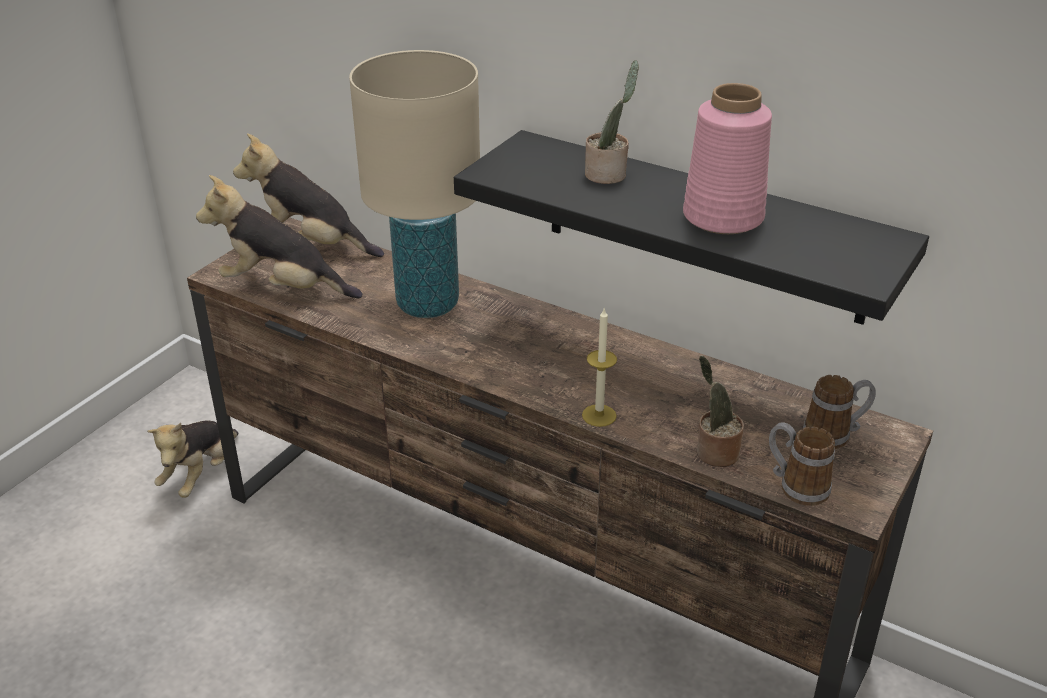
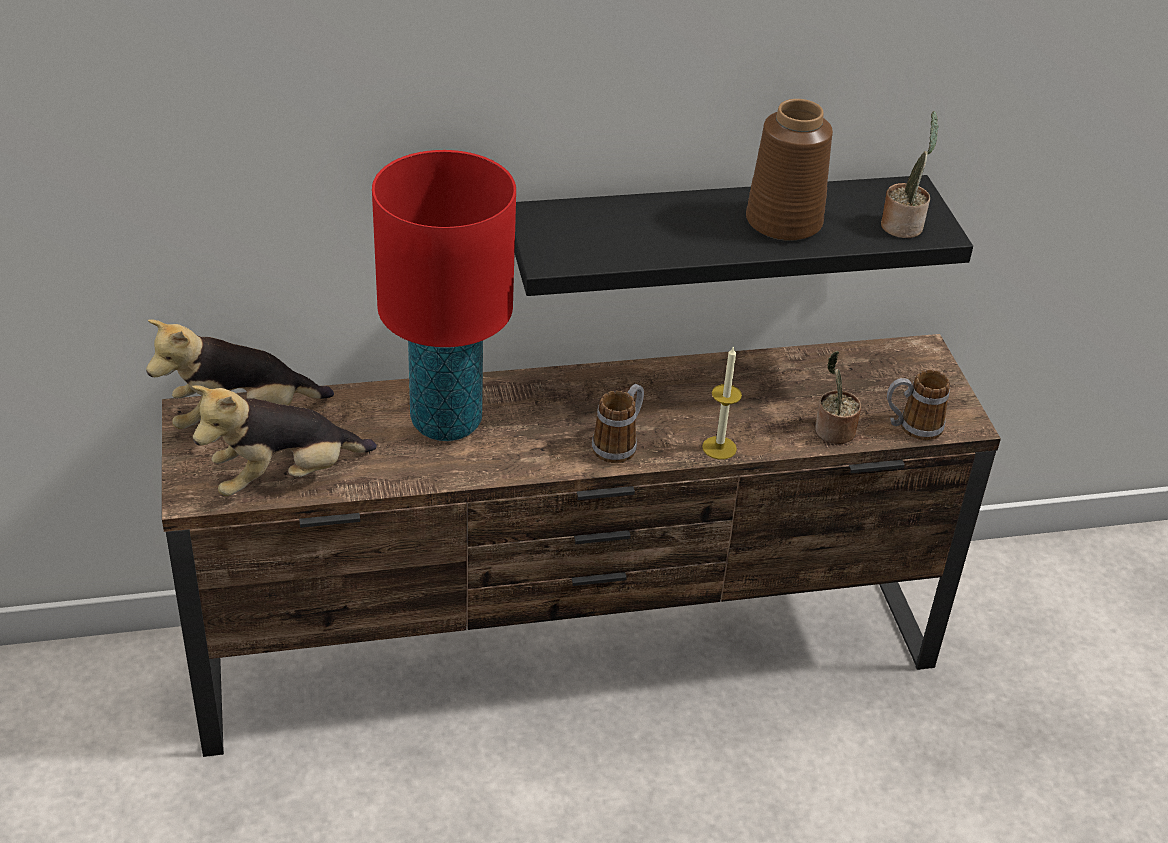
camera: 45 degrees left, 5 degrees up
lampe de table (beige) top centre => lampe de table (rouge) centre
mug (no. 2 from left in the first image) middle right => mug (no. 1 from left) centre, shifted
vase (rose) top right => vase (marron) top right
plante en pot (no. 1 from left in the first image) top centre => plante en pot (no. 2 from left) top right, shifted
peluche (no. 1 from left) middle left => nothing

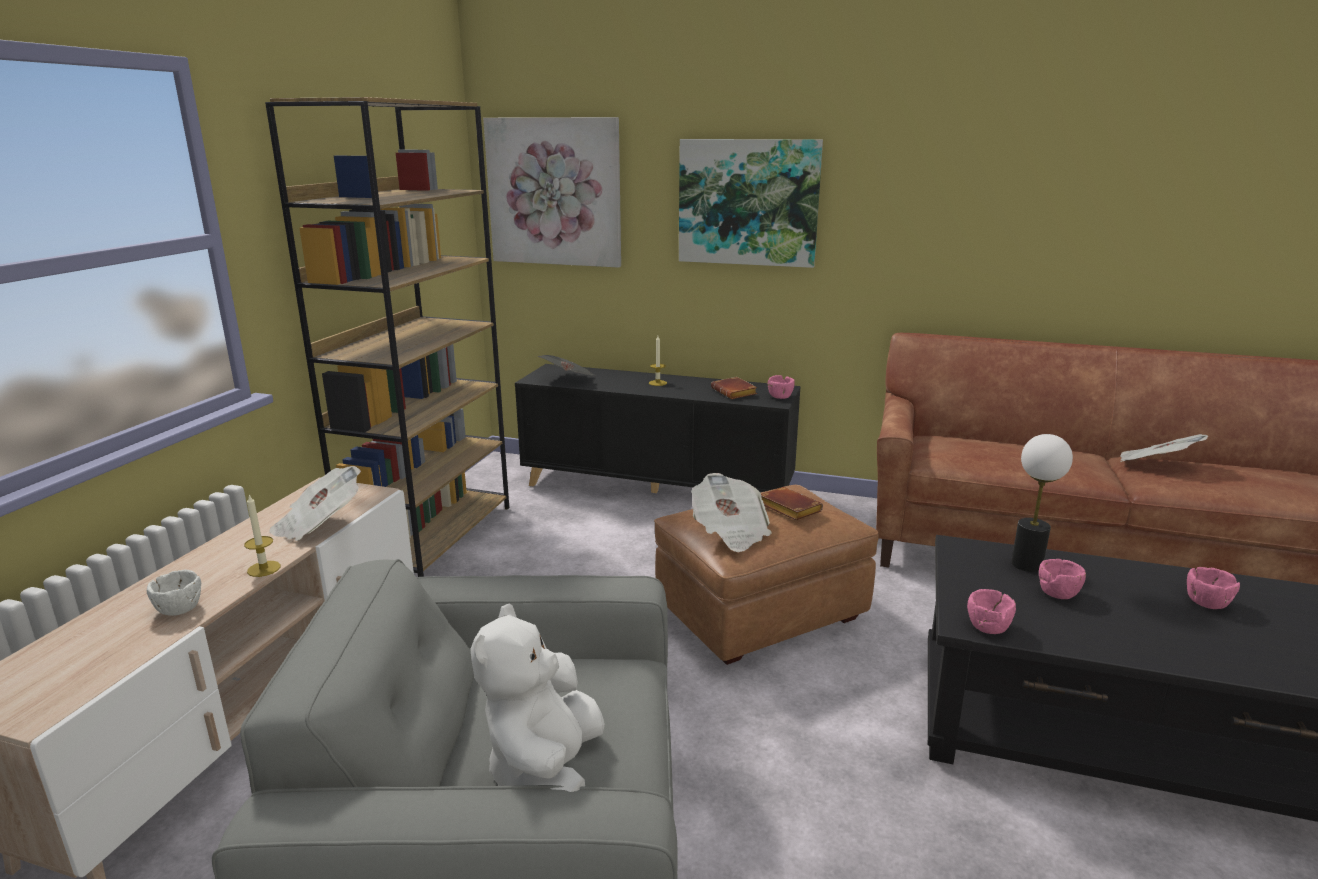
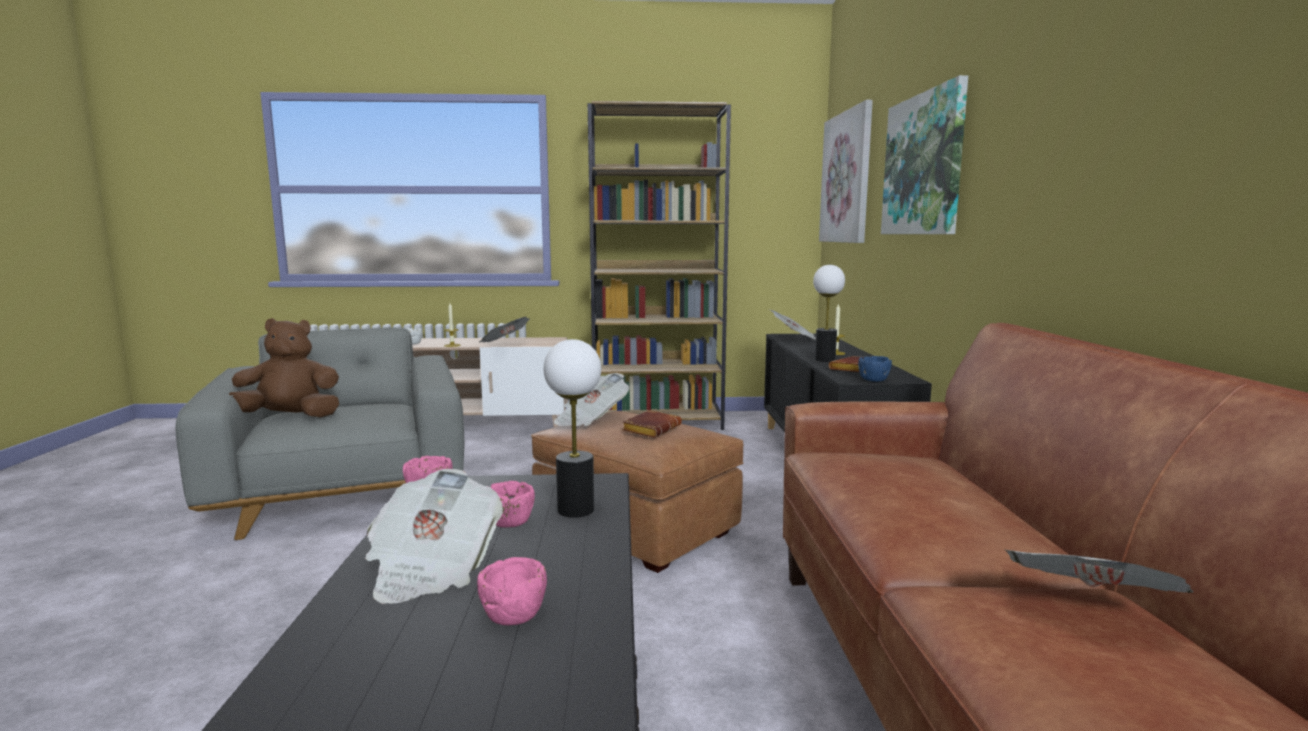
camera: 70 degrees right, 10 degrees down
peluche (blanc) bottom centre => peluche (marron) middle left
nothing => journal (no. 1 from left) bottom left
nothing => lampe de table (no. 2 from left) centre
bol (rose) (no. 1 from left) centre => bol (bleu) middle right

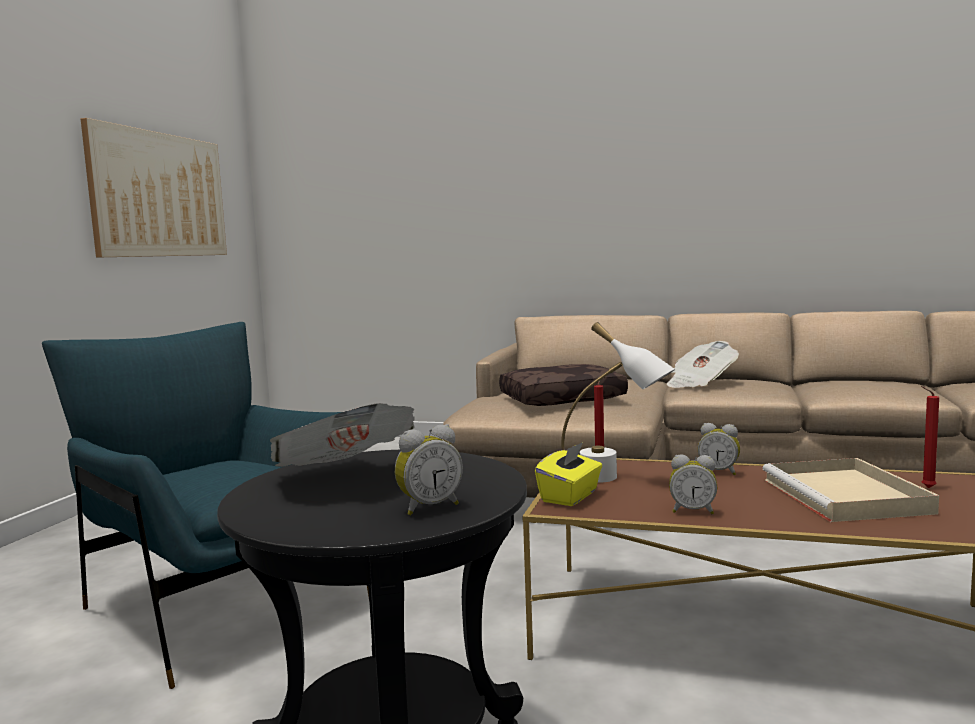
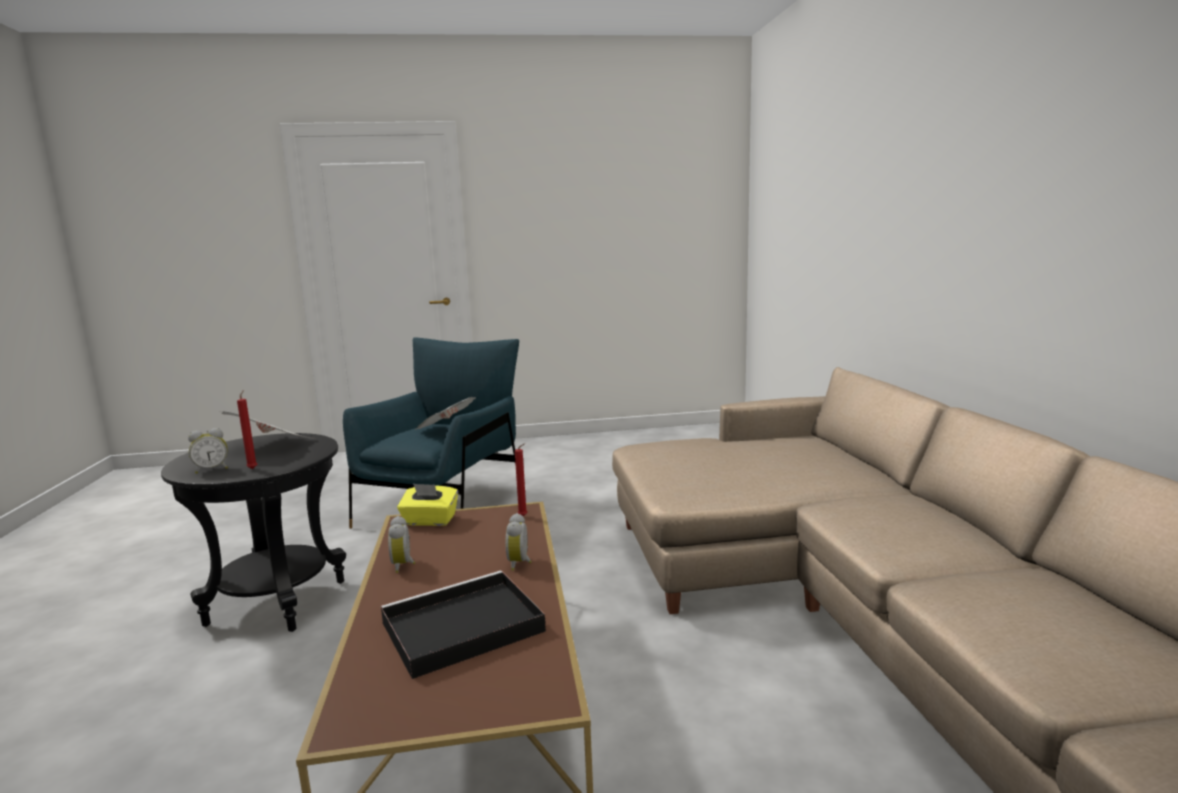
camera: 65 degrees right, 5 degrees up
réveil (no. 1 from left) centre => réveil (no. 1 from left) middle left, 60 degrees counterclockwise
bougie (rouge) (no. 2 from left in the first image) middle right => bougie (rouge) (no. 1 from left) middle left, shifted
plateau (beige) bottom right => plateau (noir) bottom centre
journal (no. 2 from left) middle right => journal (no. 2 from left) centre, shifted
tableau top left => nothing
coussin (marron) centre => nothing
lampe de table (blanc) centre => nothing

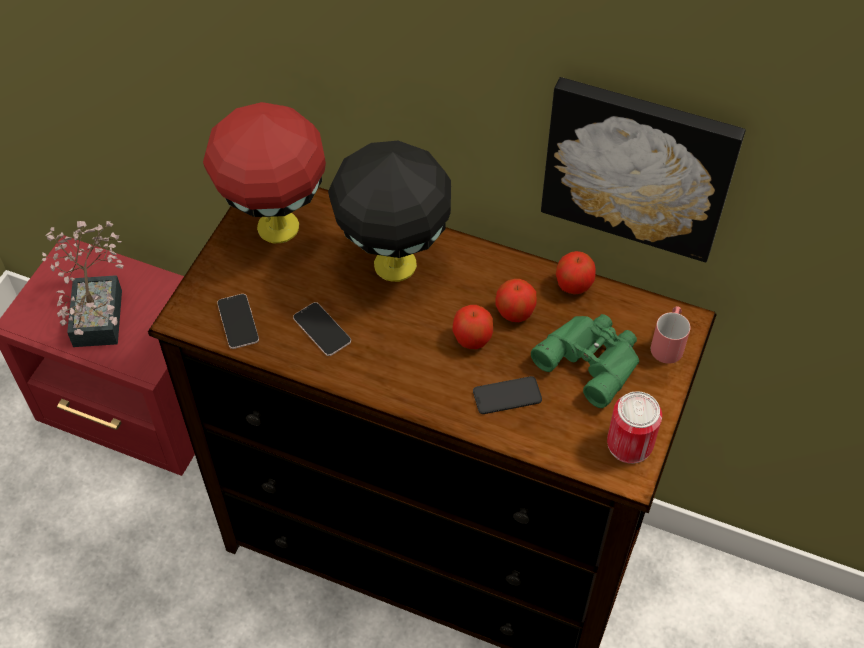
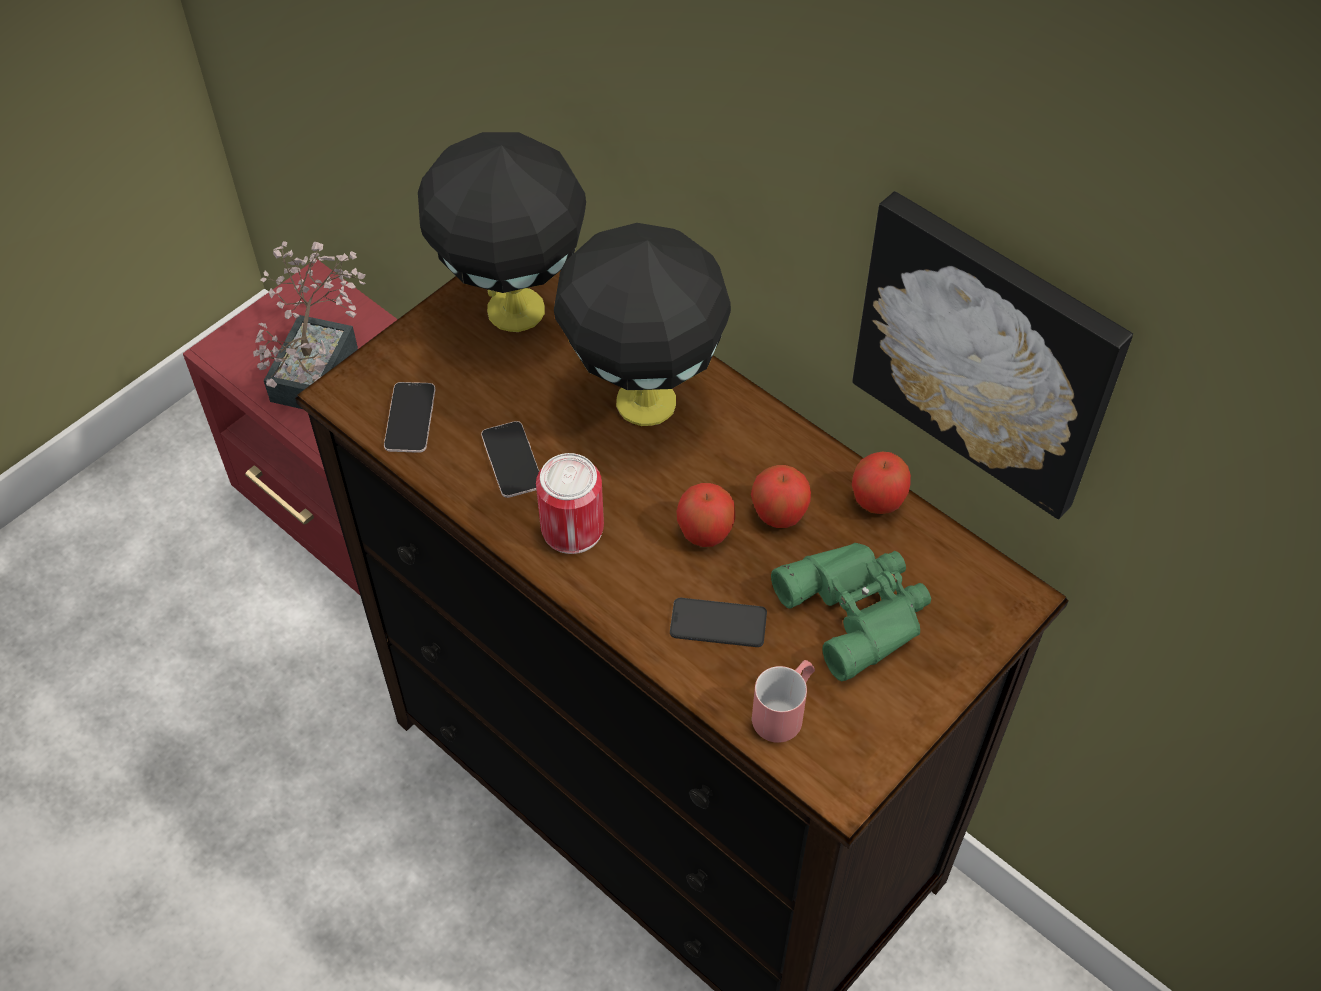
camera: 20 degrees right, 0 degrees up
lampe de table (rouge) top left => lampe de table (noir) (no. 1 from left) top centre
boîte métallique middle right => boîte métallique centre, shifted
mug (rouge) middle right => mug (rouge) bottom centre, shifted

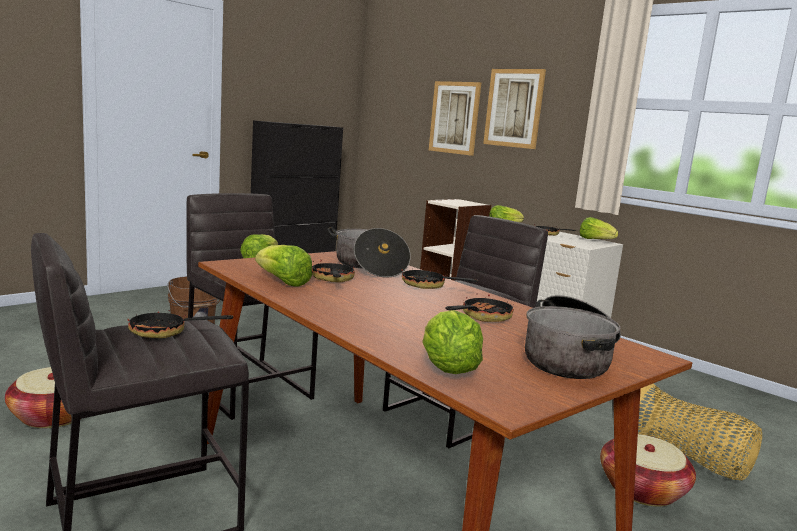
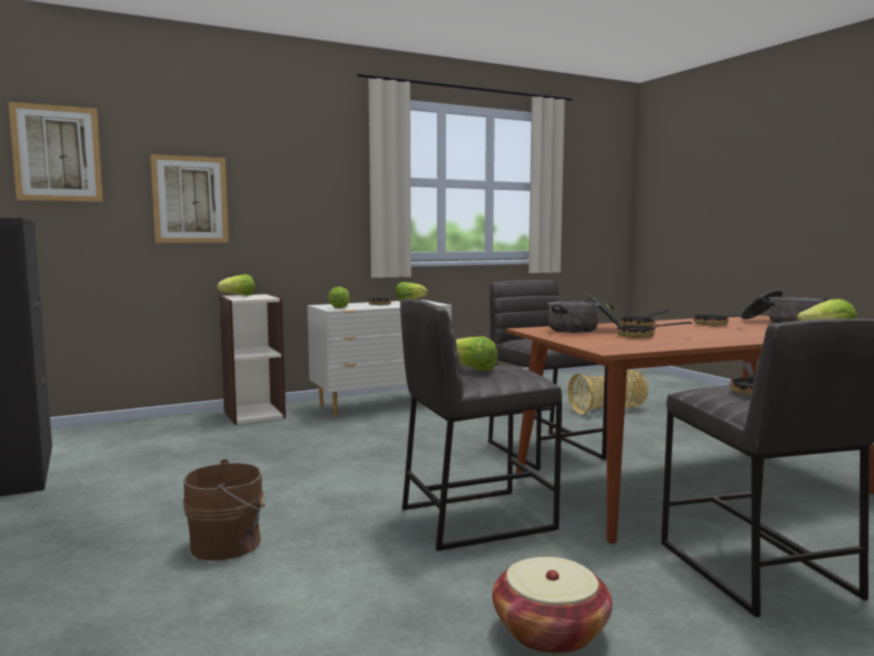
camera: 70 degrees left, 5 degrees down
tableau (no. 2 from left in the first image) top centre => tableau (no. 1 from left) top left, shifted
laitue (no. 2 from left in the first image) centre => laitue (no. 1 from left) middle left, shifted
panier (no. 2 from left) bottom right => nothing

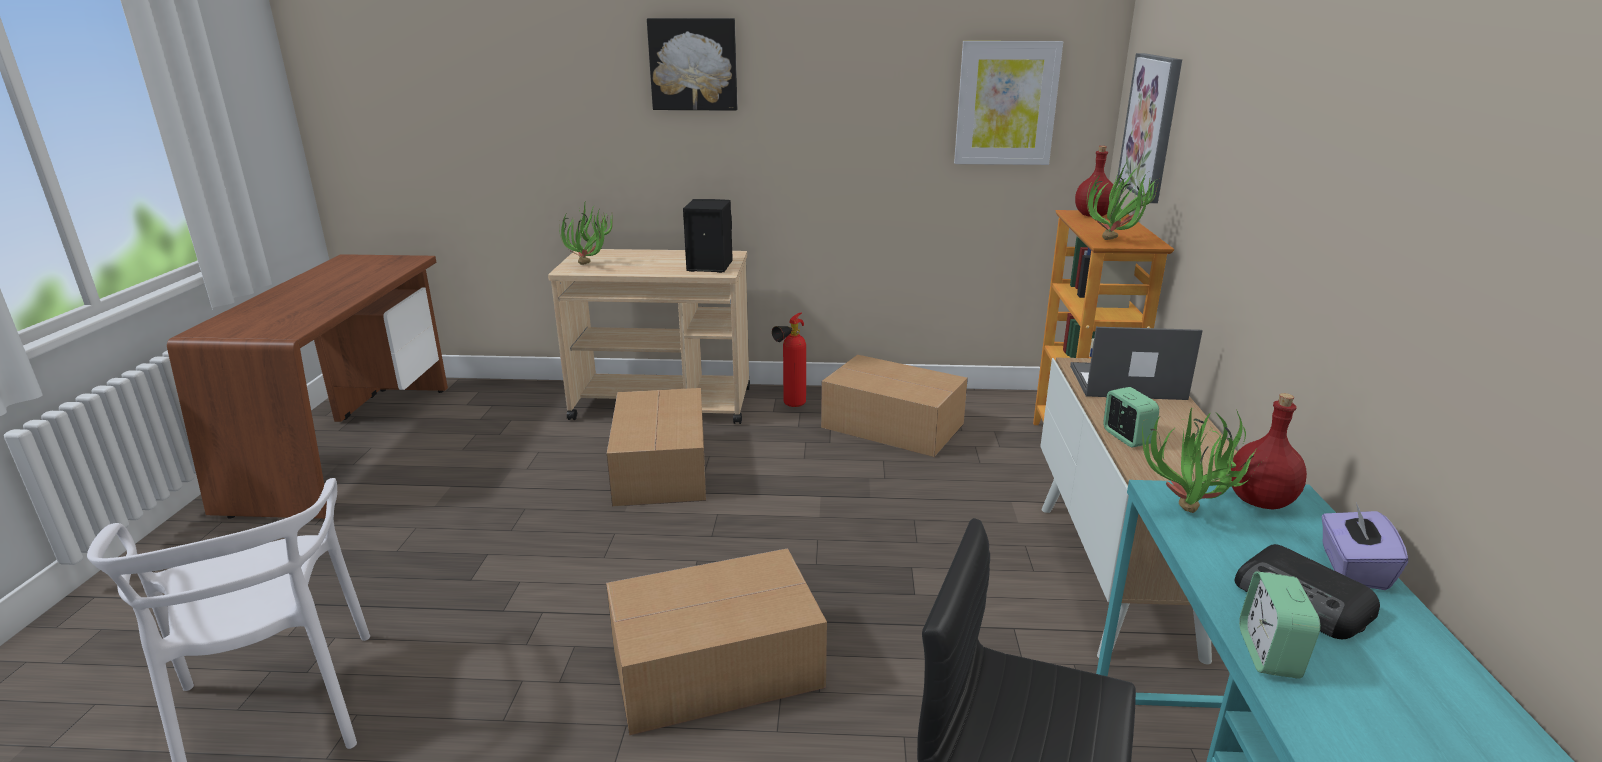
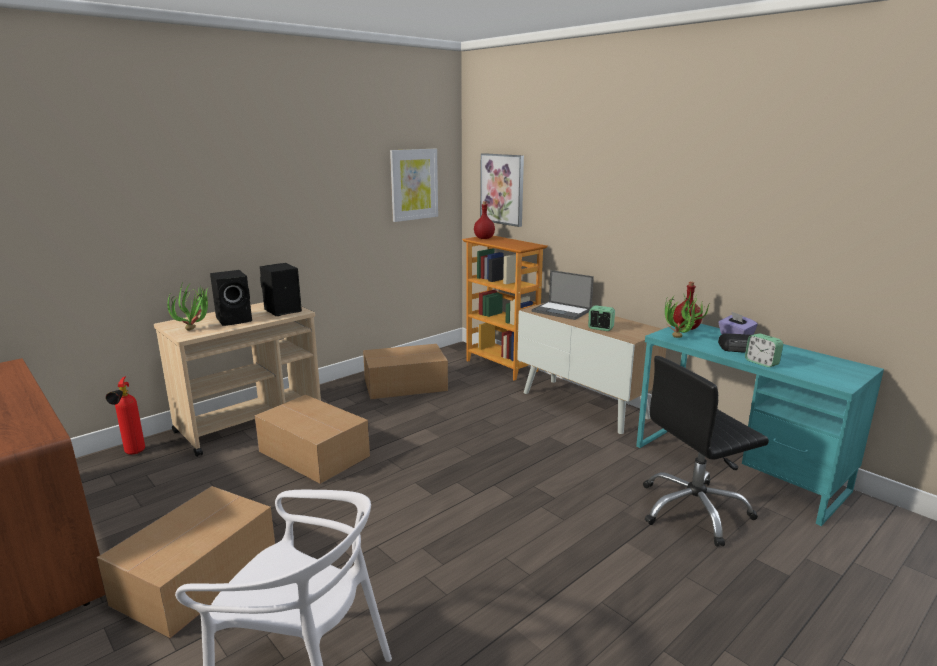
camera: 45 degrees left, 5 degrees down
carton (no. 2 from left in the first image) bottom centre => carton (no. 1 from left) bottom left, shifted
extincteur centre => extincteur middle left, shifted
nothing => enceinte (noir) (no. 1 from left) middle left
ordinateur portable middle right => ordinateur portable centre, 105 degrees counterclockwise
tableau (no. 1 from left) top centre => nothing
plante en pot (no. 2 from left) top right => nothing

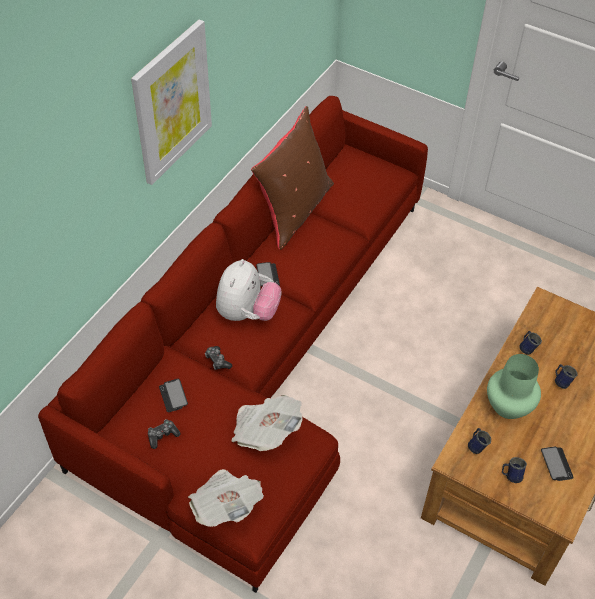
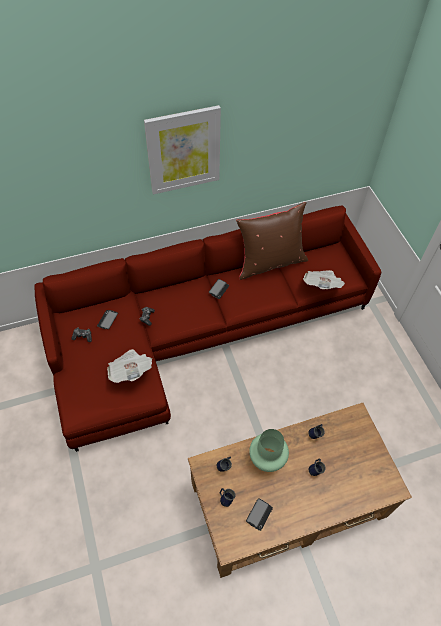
camera: 40 degrees right, 5 degrees up
journal (no. 1 from left in the first image) bottom centre => journal (no. 2 from left) middle right, shifted
peluche centre => nothing

